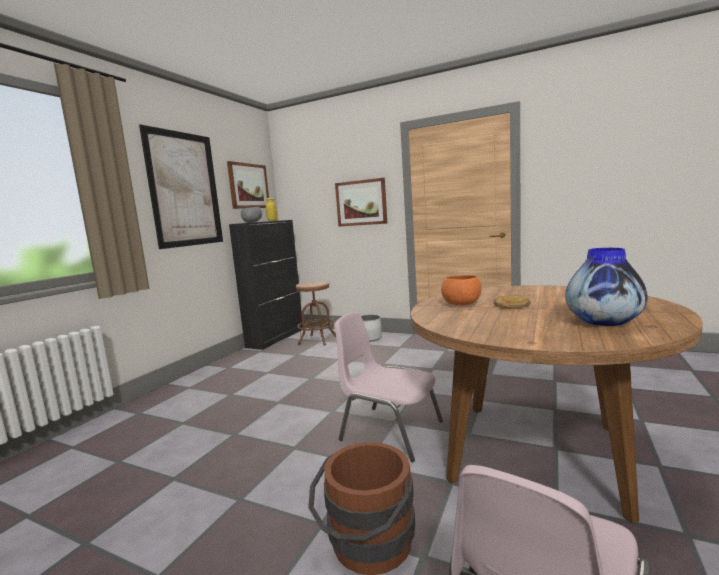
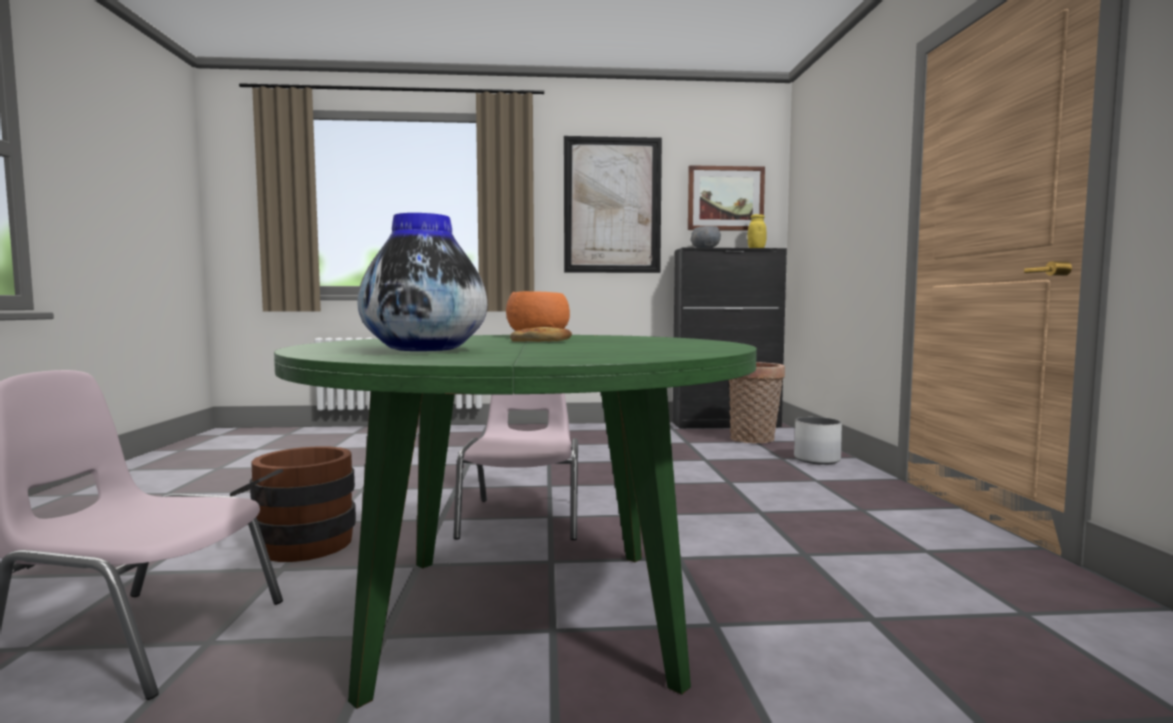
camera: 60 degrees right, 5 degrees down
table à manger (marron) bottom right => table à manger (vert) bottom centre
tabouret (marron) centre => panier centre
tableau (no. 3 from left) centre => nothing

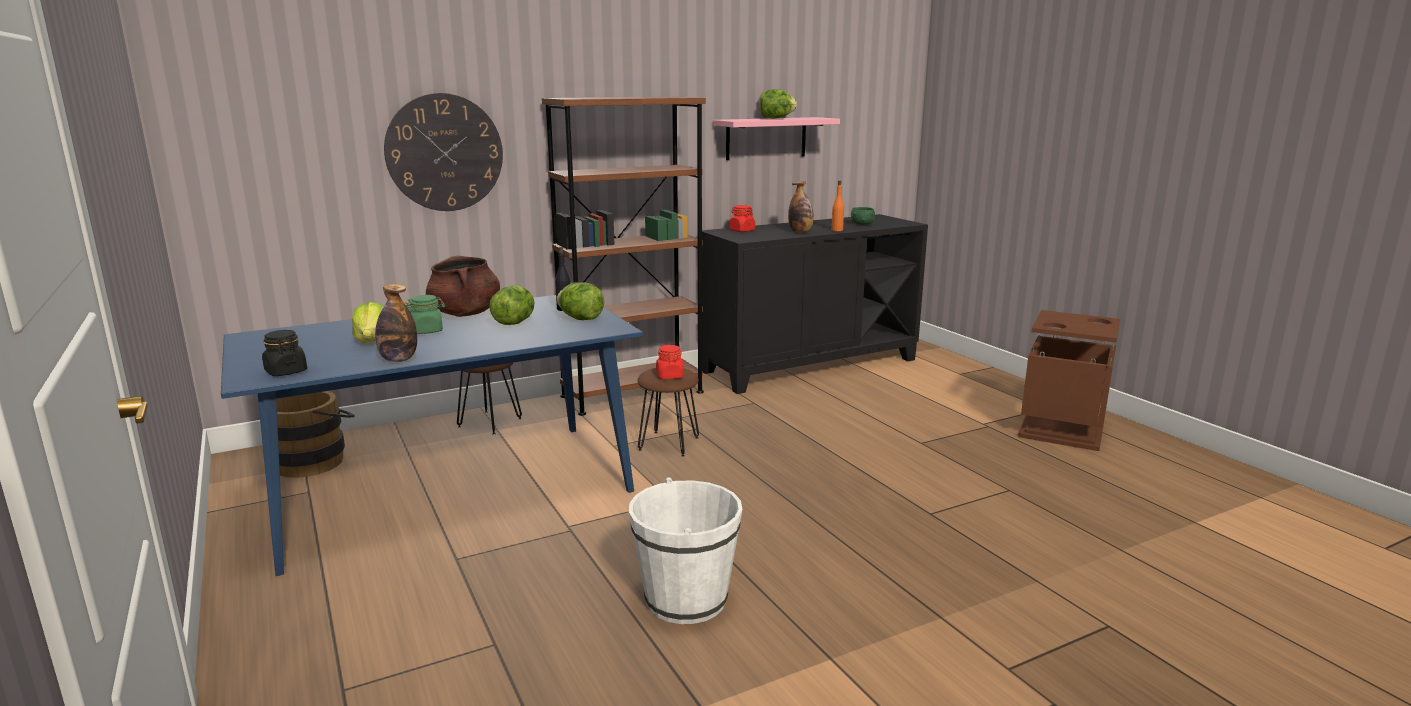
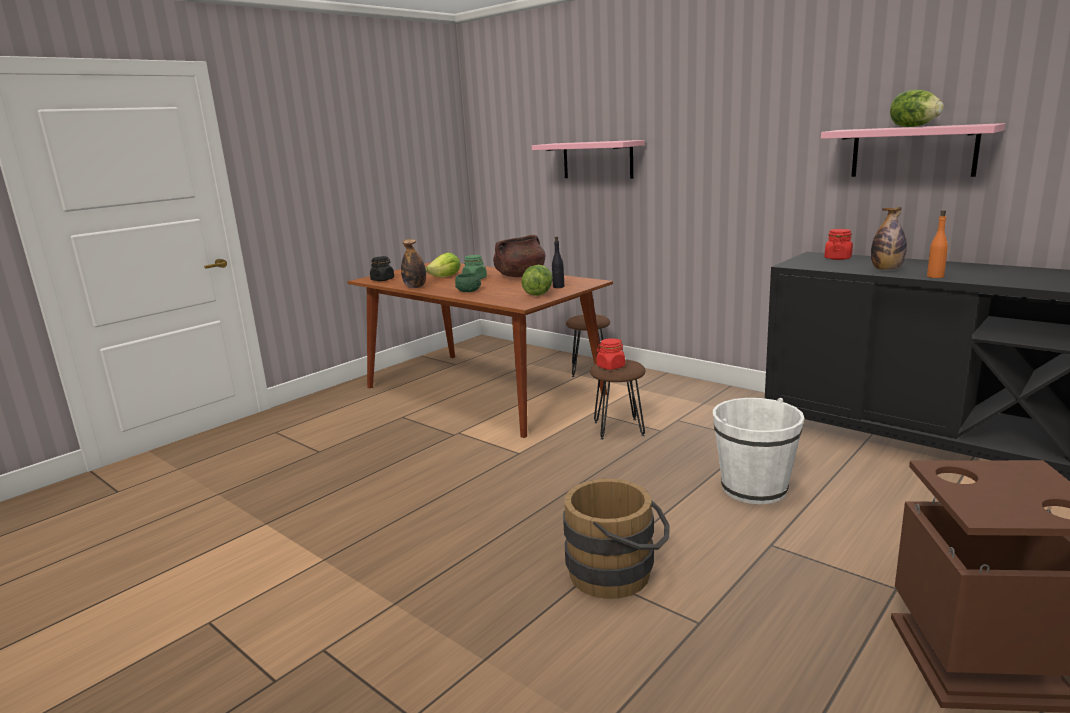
camera: 70 degrees right, 0 degrees up
table à manger (bleu) middle left => table à manger (marron) centre
bol (vert) top centre => bol (vert) centre, shifted
horloge murale top left => étagère (rose) (no. 1 from left) top centre
seau (marron) middle left => seau (marron) bottom centre, shifted
seau (blanc) bottom centre => seau (blanc) middle right, shifted
laitue (no. 2 from left) centre => nothing
bibliothèque (marron) centre => nothing

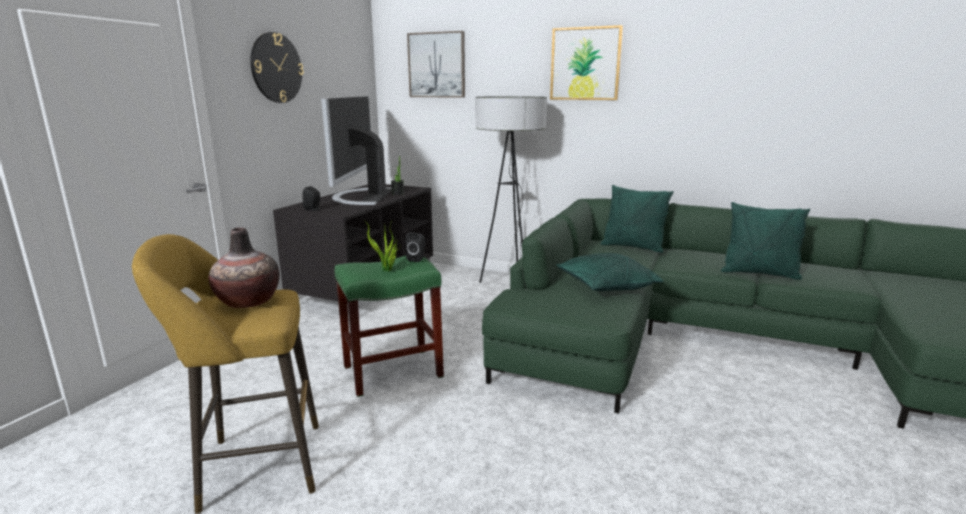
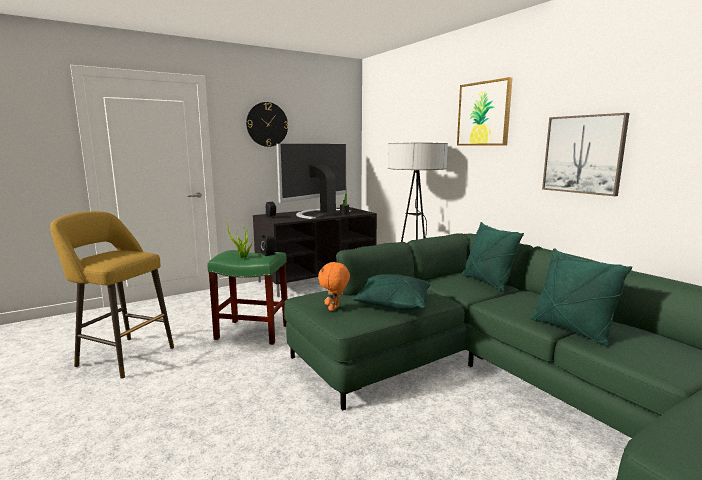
camera: 35 degrees right, 5 degrees down
nothing => peluche (orange) centre
tableau (no. 1 from left in the first image) top centre => tableau (no. 2 from left) top right, shifted
vase middle left => nothing

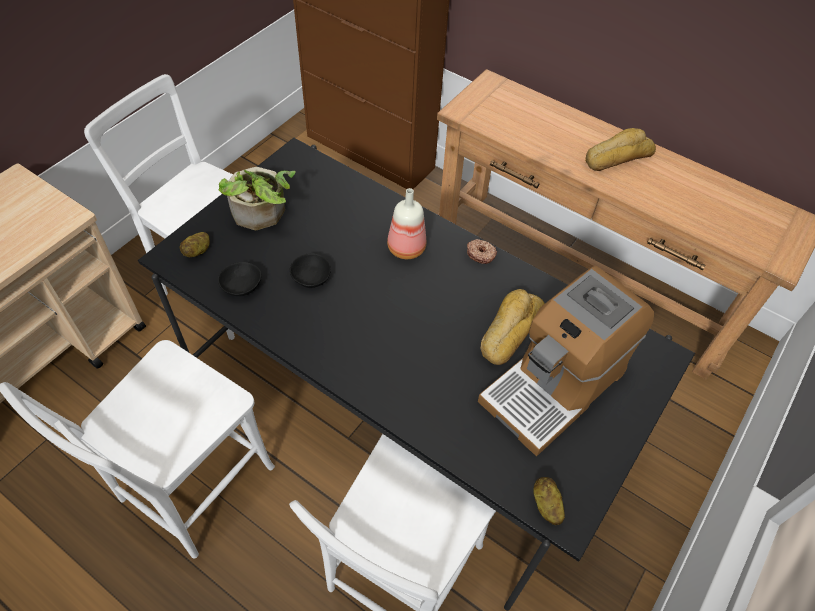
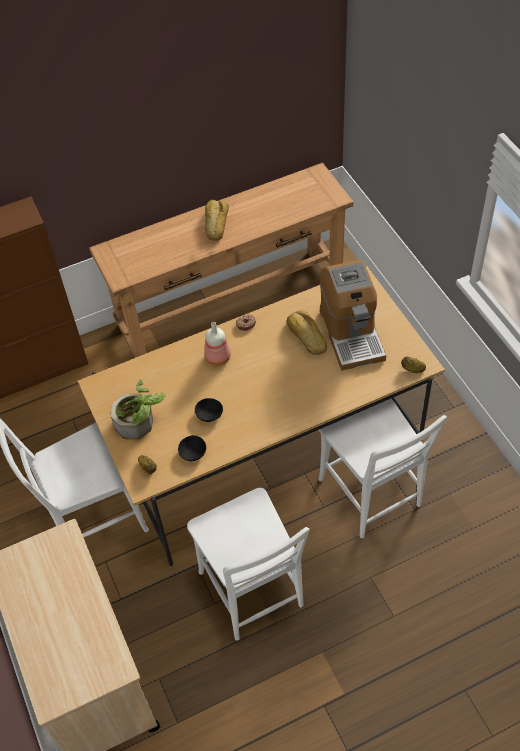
camera: 55 degrees left, 0 degrees up
table à manger (noir) centre => table à manger (beige) centre

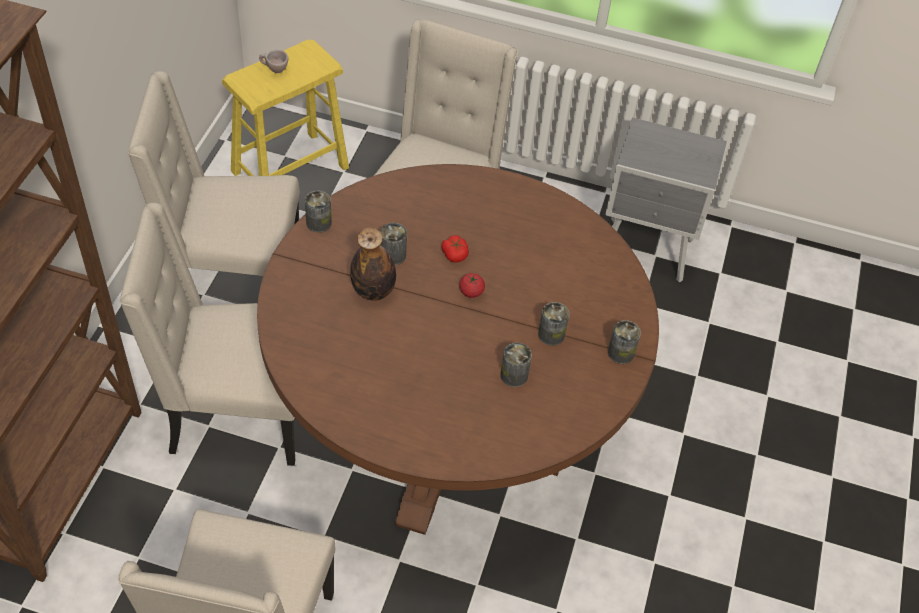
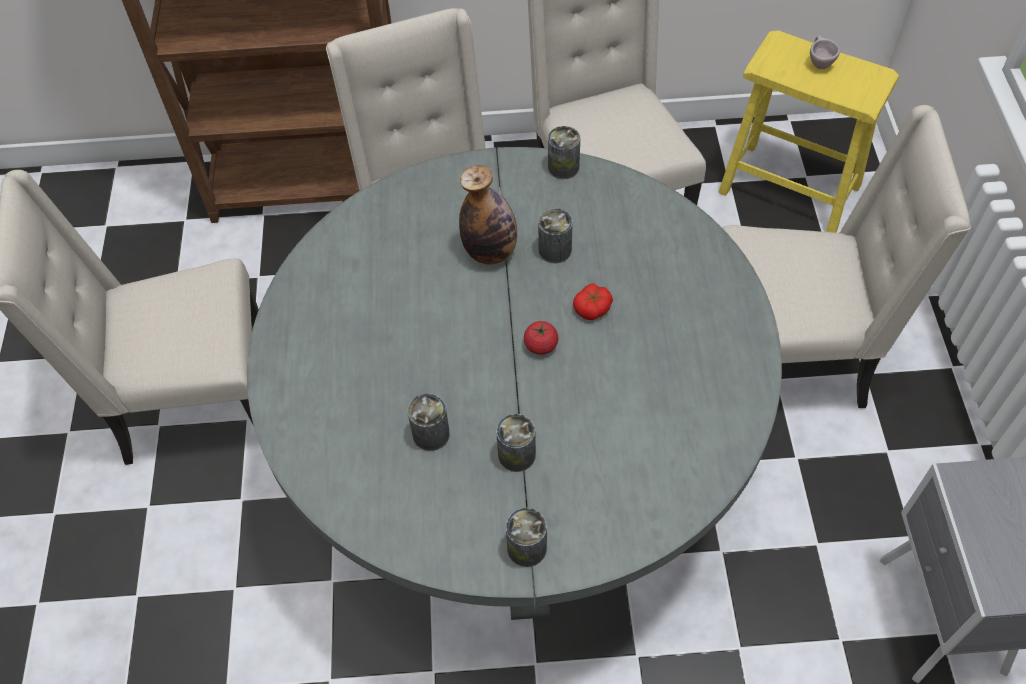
camera: 75 degrees right, 5 degrees up
table à manger (marron) centre => table à manger (gris) centre

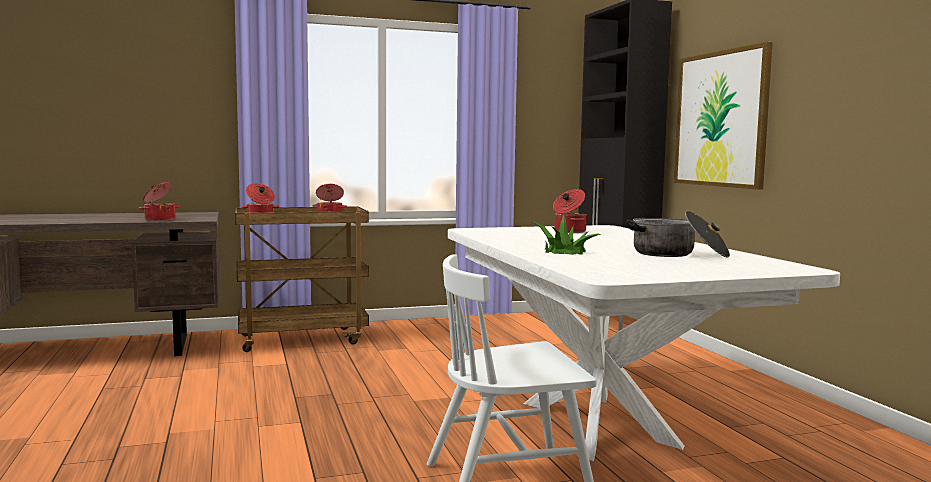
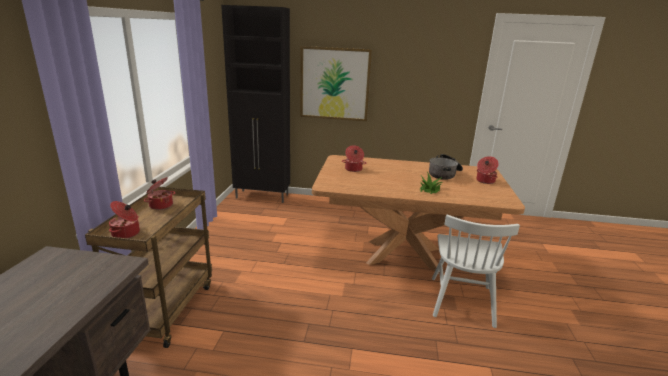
camera: 65 degrees left, 15 degrees up
table à manger (blanc) bottom right => table à manger (marron) centre
marmite (no. 1 from left in the first image) middle left => marmite (no. 5 from left) middle right, shifted

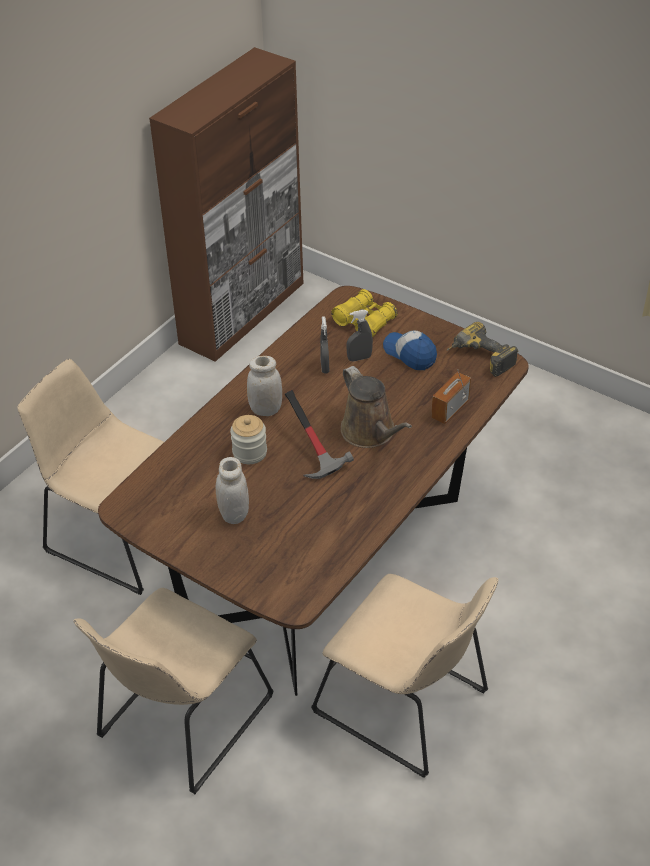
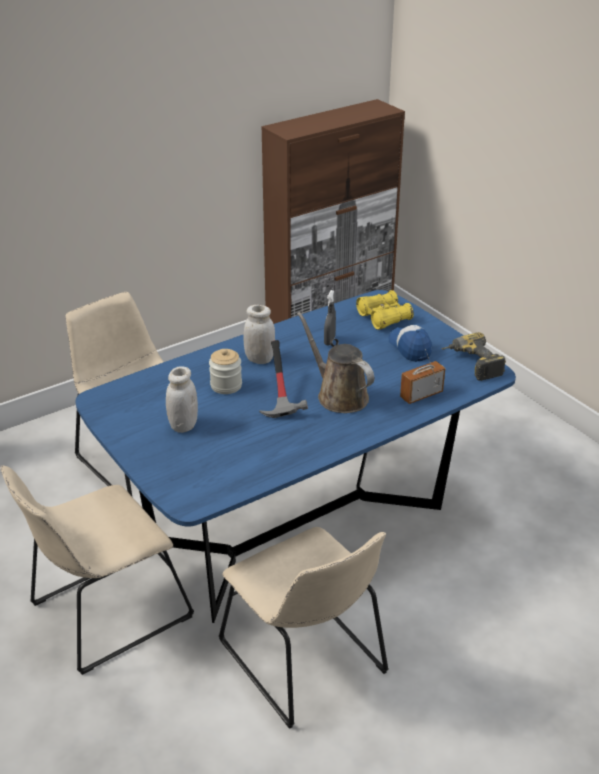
camera: 20 degrees right, 10 degrees down
table à manger (marron) centre => table à manger (bleu) centre
arrosoir (marron) centre, 150 degrees clockwise
vaporisateur (gris) (no. 2 from left) centre => nothing

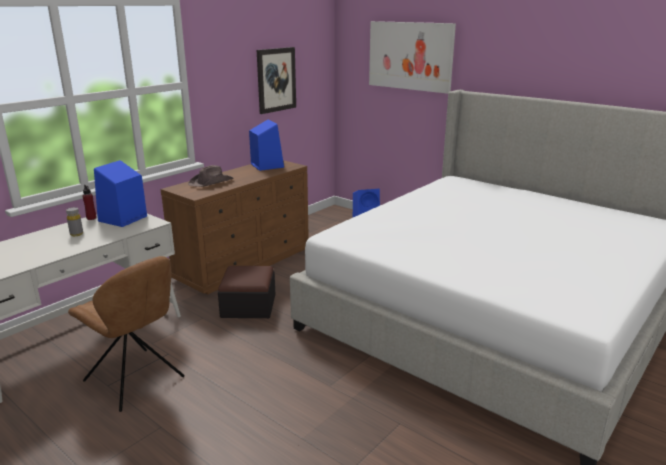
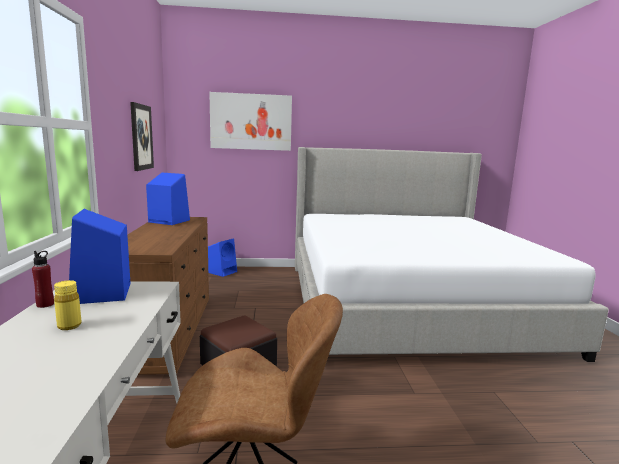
camera: 45 degrees left, 10 degrees down
bouteille (gris) middle left => bouteille (jaune) middle left
chapeau (marron) middle left => nothing

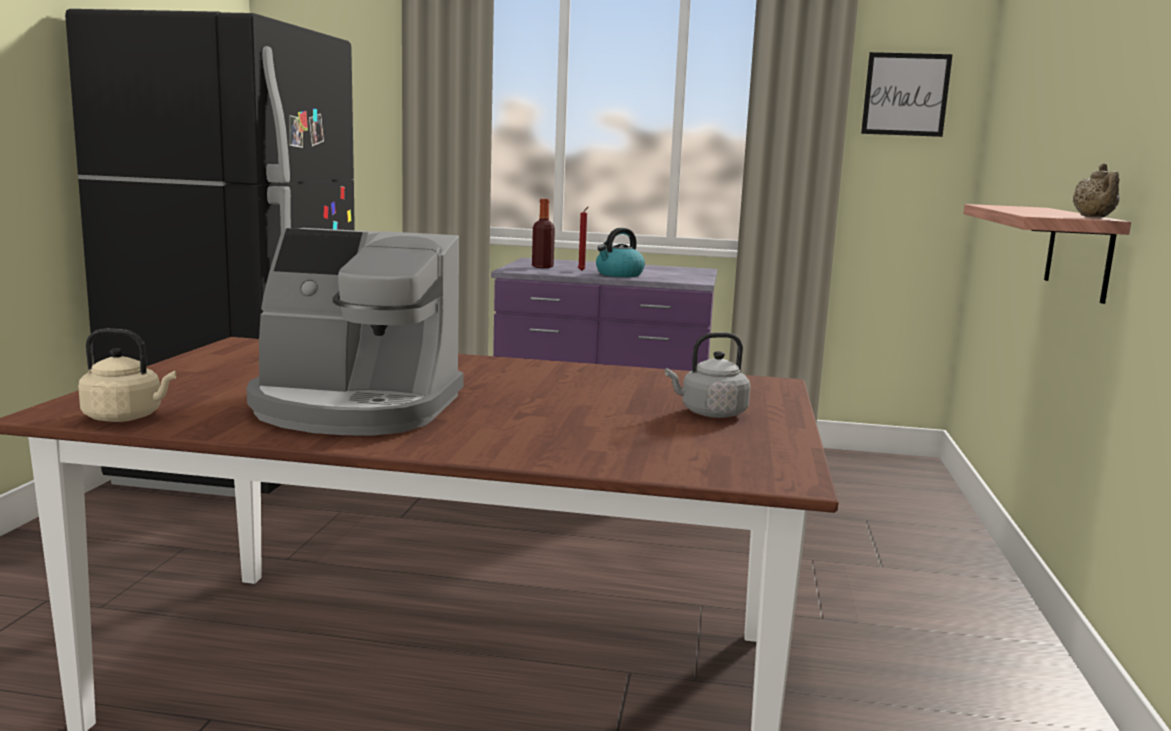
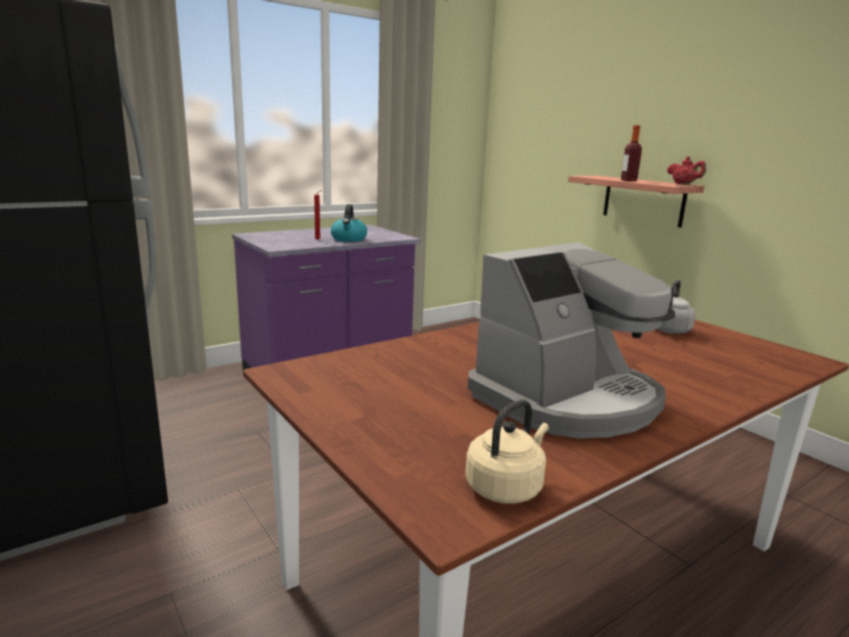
camera: 45 degrees left, 5 degrees up
bouteille top centre => bouteille top right, shifted
théière (beige) top right => théière (rouge) top right
tableau top right => nothing

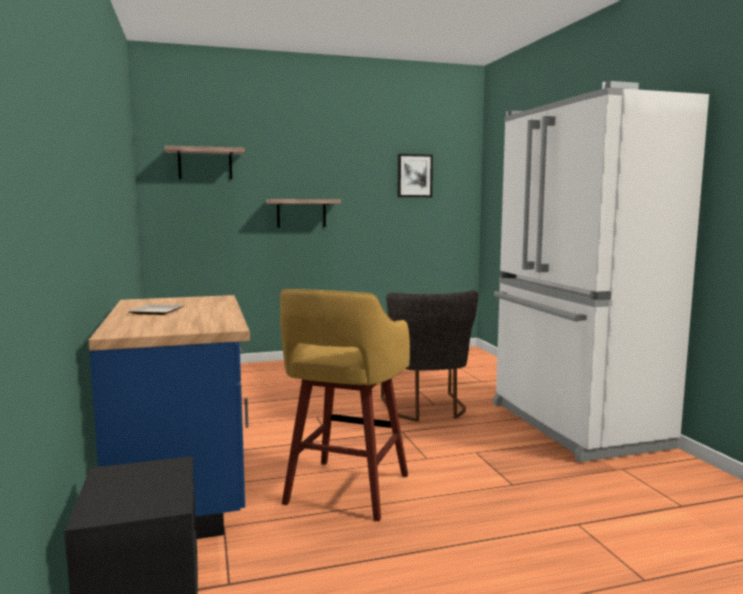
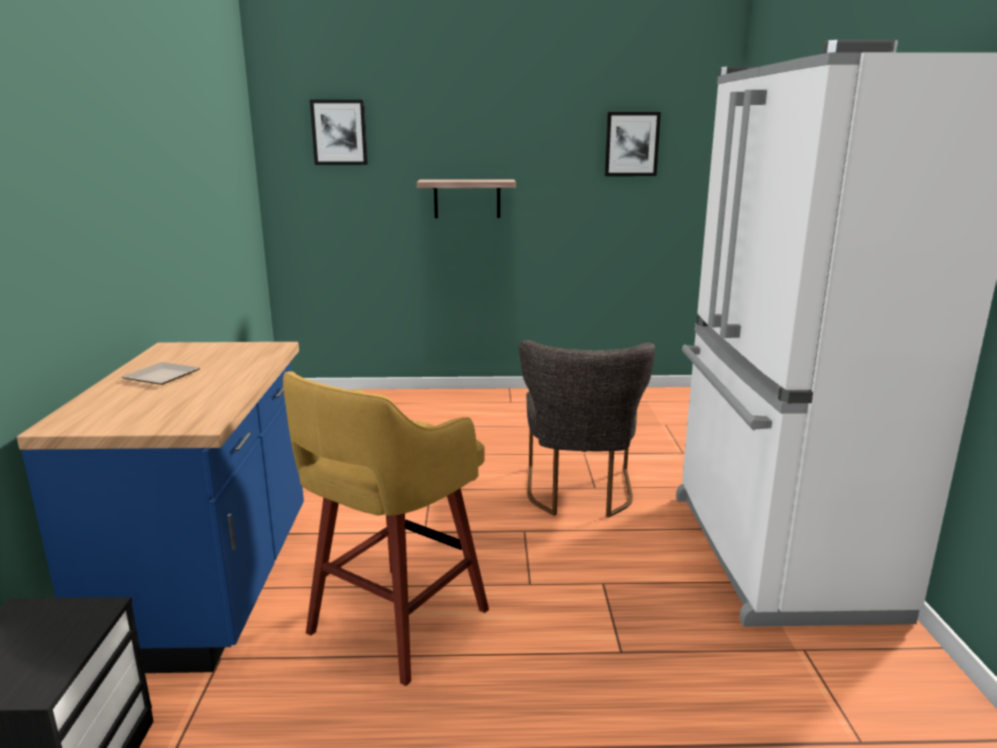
camera: 15 degrees right, 10 degrees up
étagère (no. 1 from left) top left => tableau (no. 1 from left) top centre

